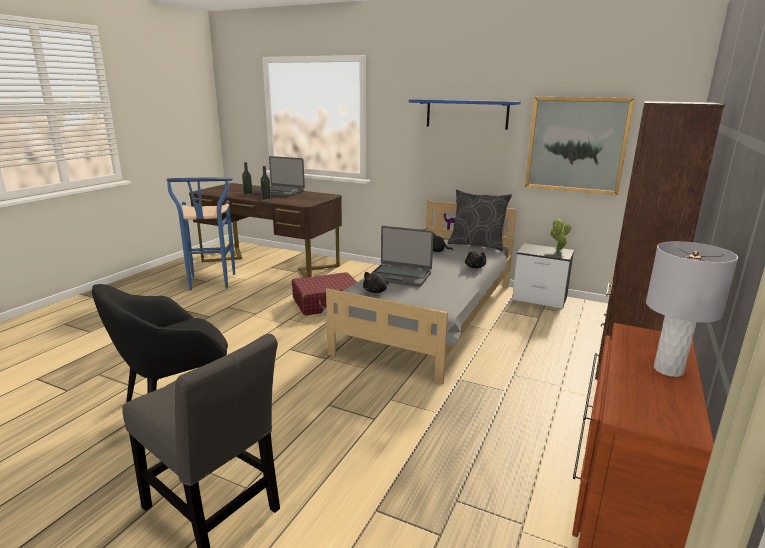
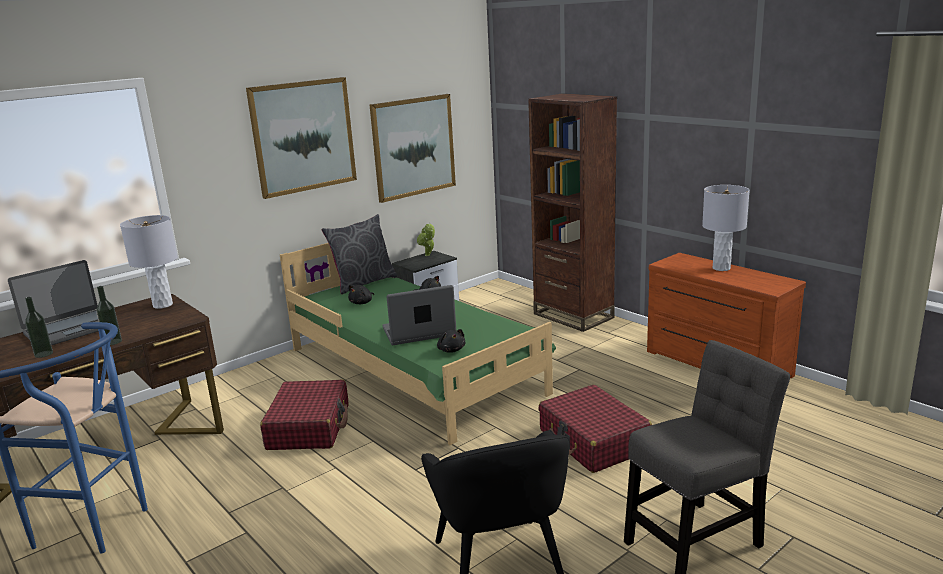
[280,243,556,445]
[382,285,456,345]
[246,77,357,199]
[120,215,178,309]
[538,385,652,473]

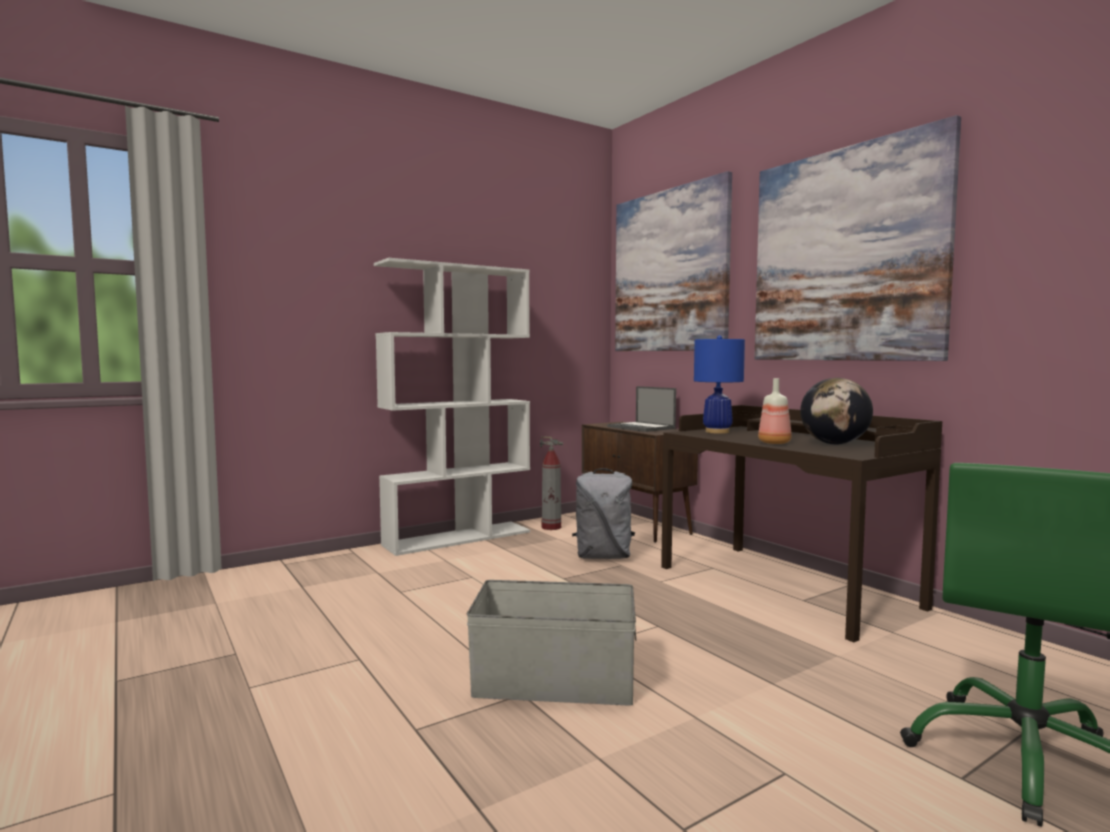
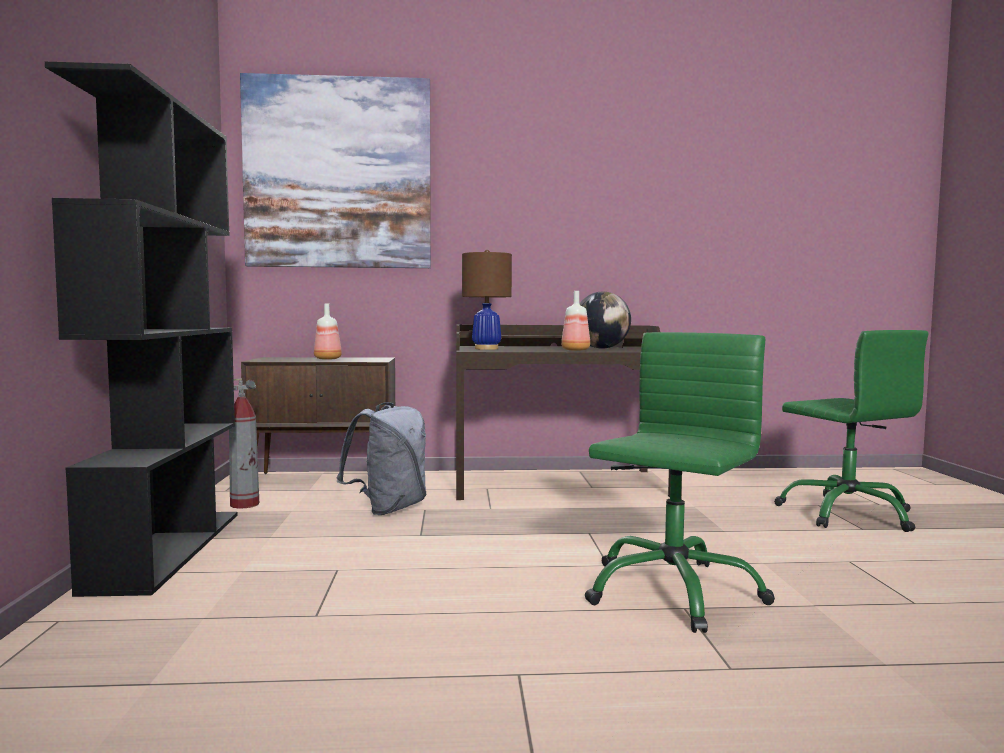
[45,62,237,597]
[585,332,775,633]
[314,304,342,360]
[462,250,512,350]
[754,115,961,361] (first image)

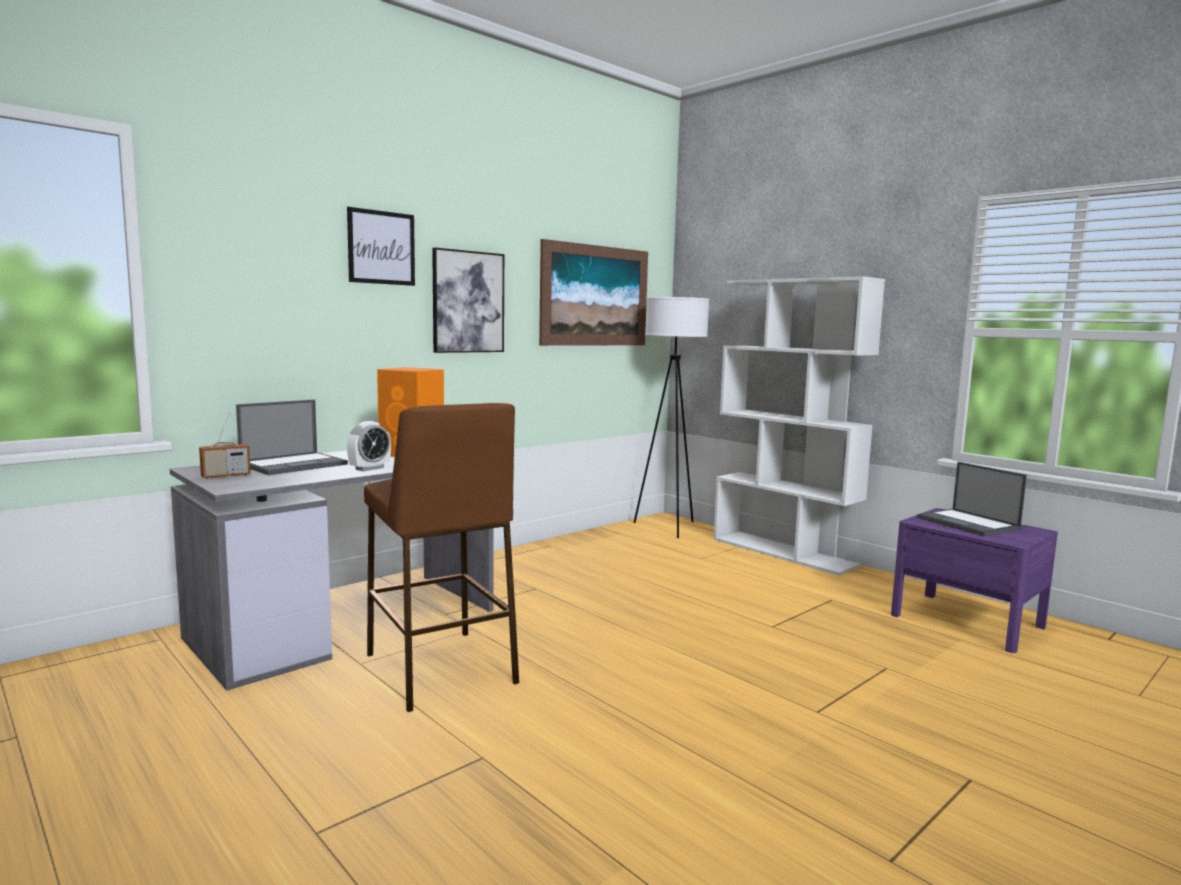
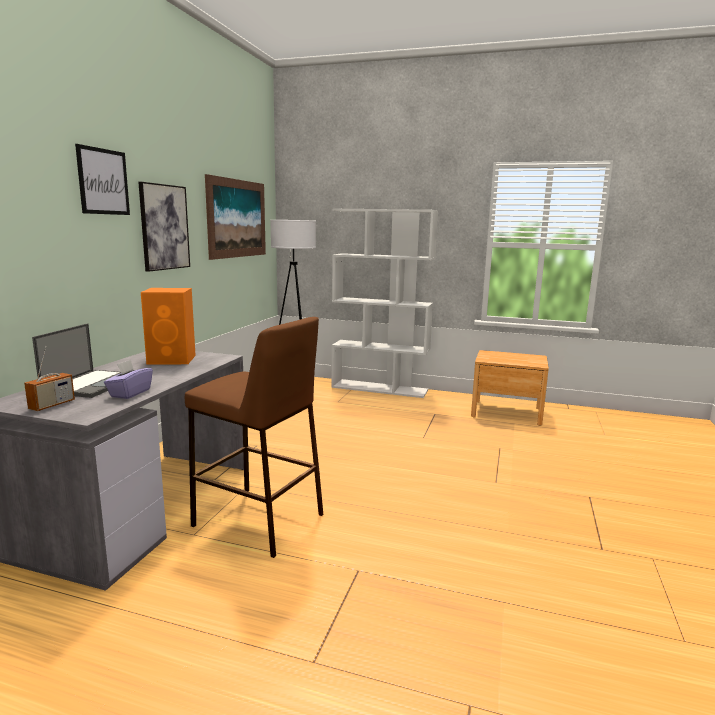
[347,421,391,471] (first image)
[471,350,549,425]
[917,462,1027,536] (first image)
[104,359,153,399]

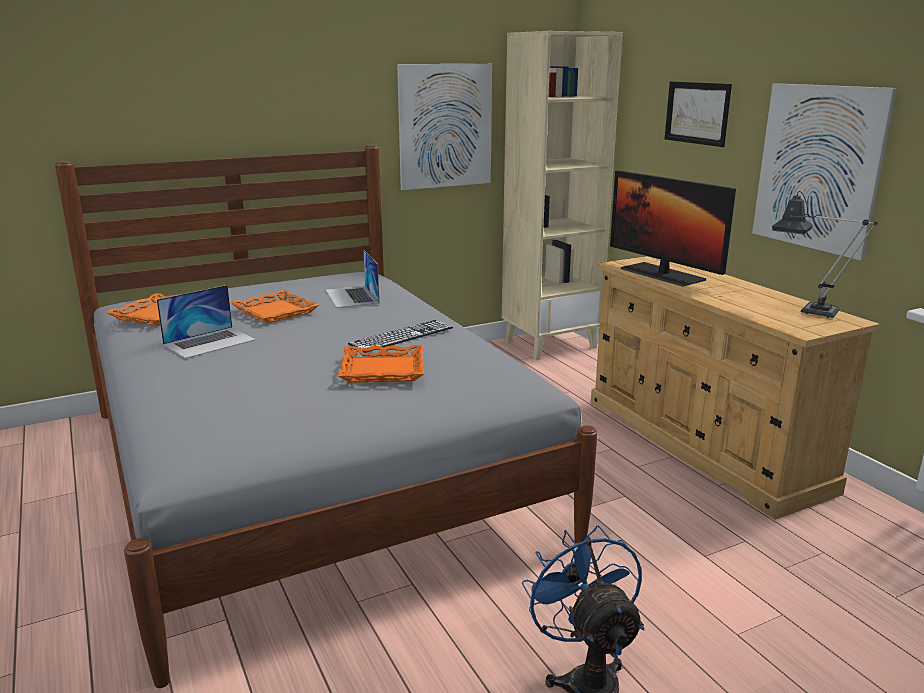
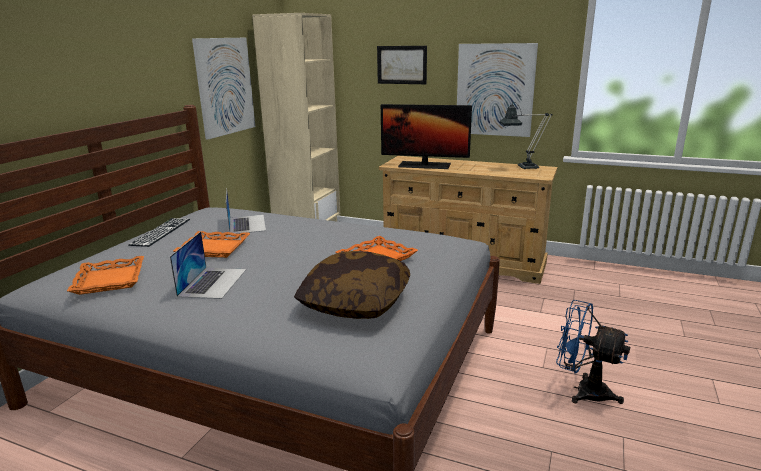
[226,189,266,234]
[128,218,190,247]
[294,251,410,319]

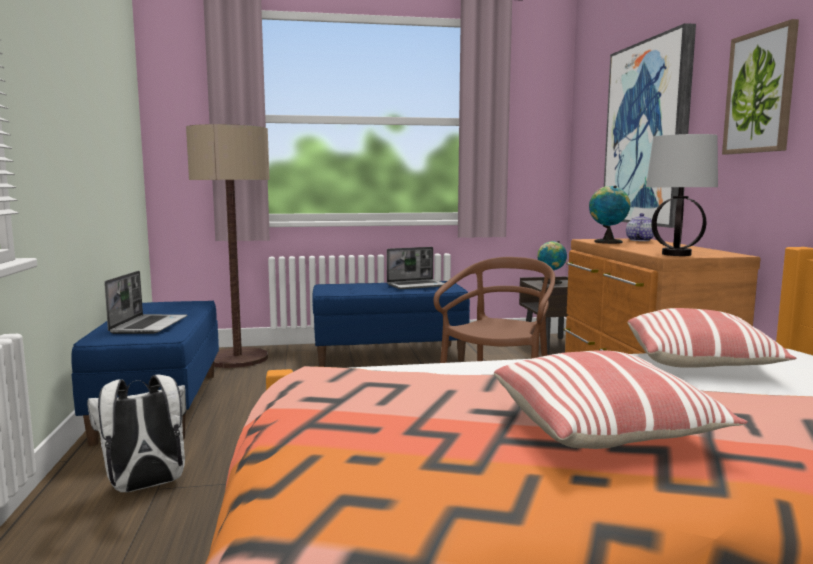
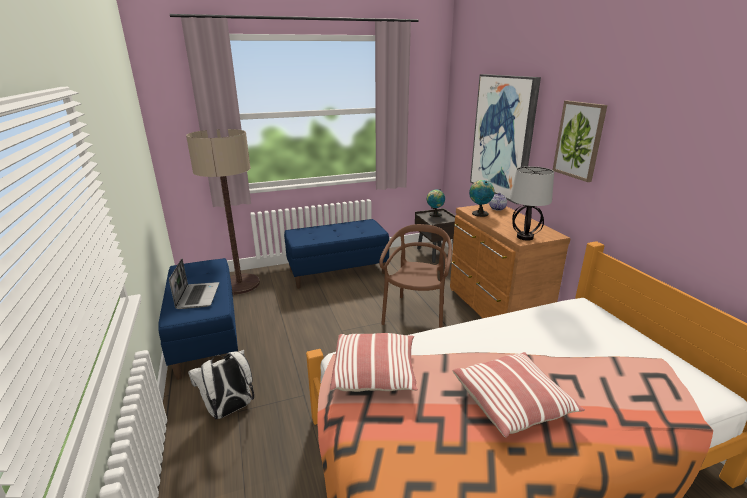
[387,247,445,289] (first image)
[330,333,418,392]

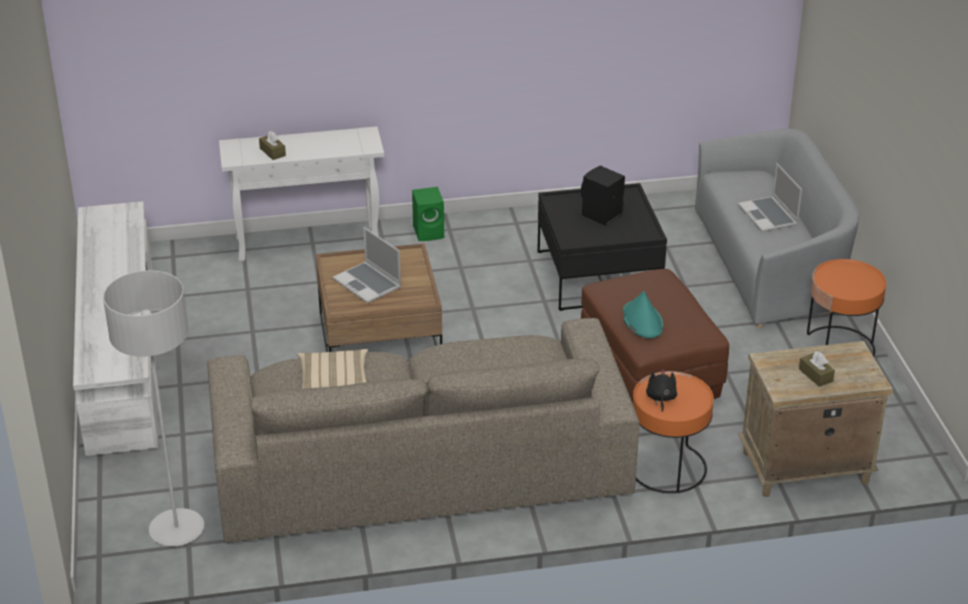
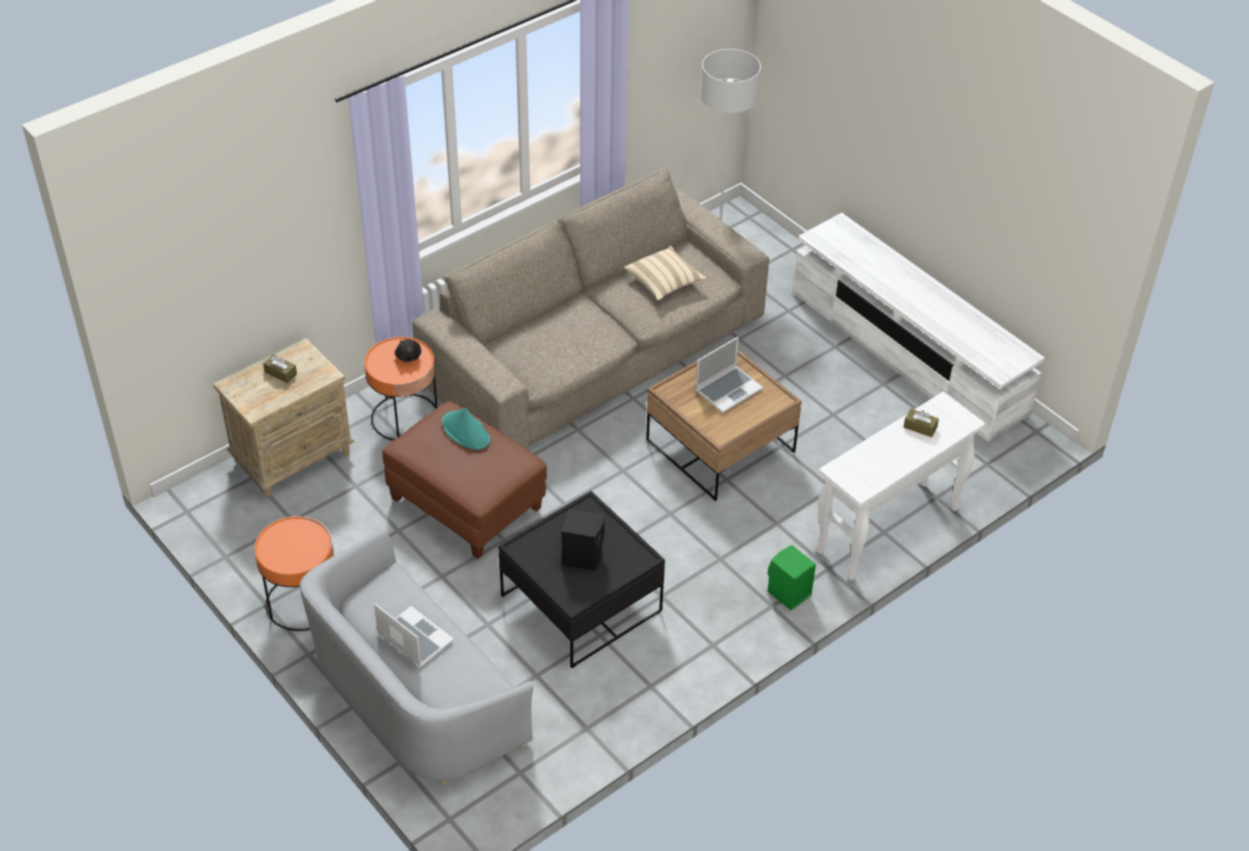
[695,337,763,413]

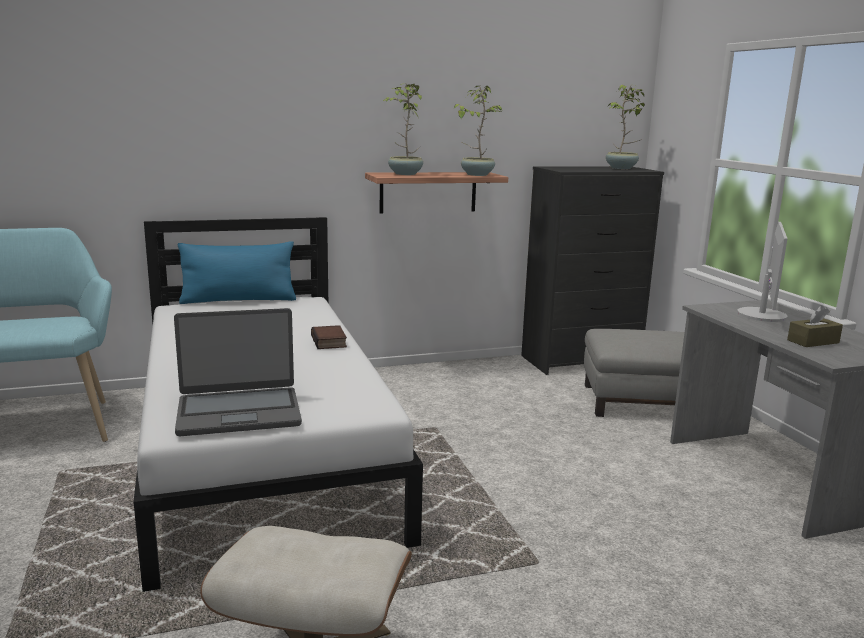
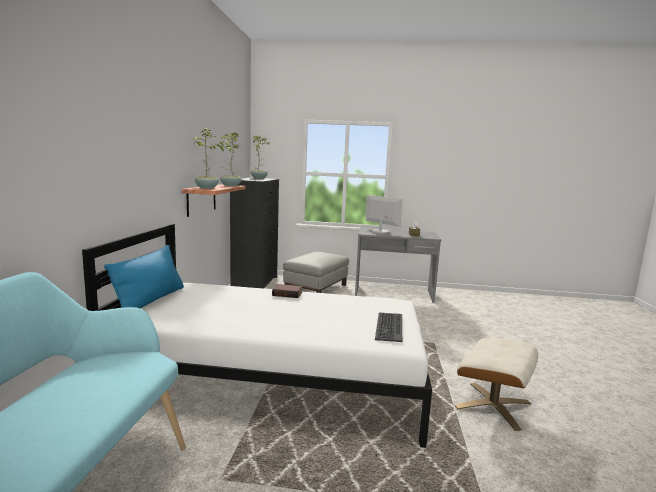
[375,313,402,342]

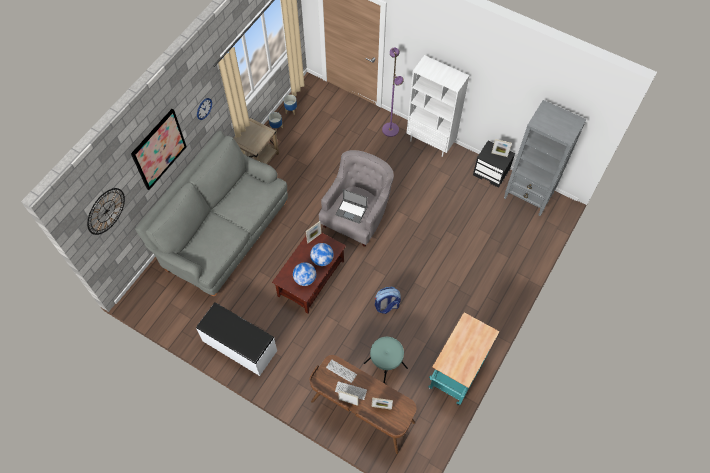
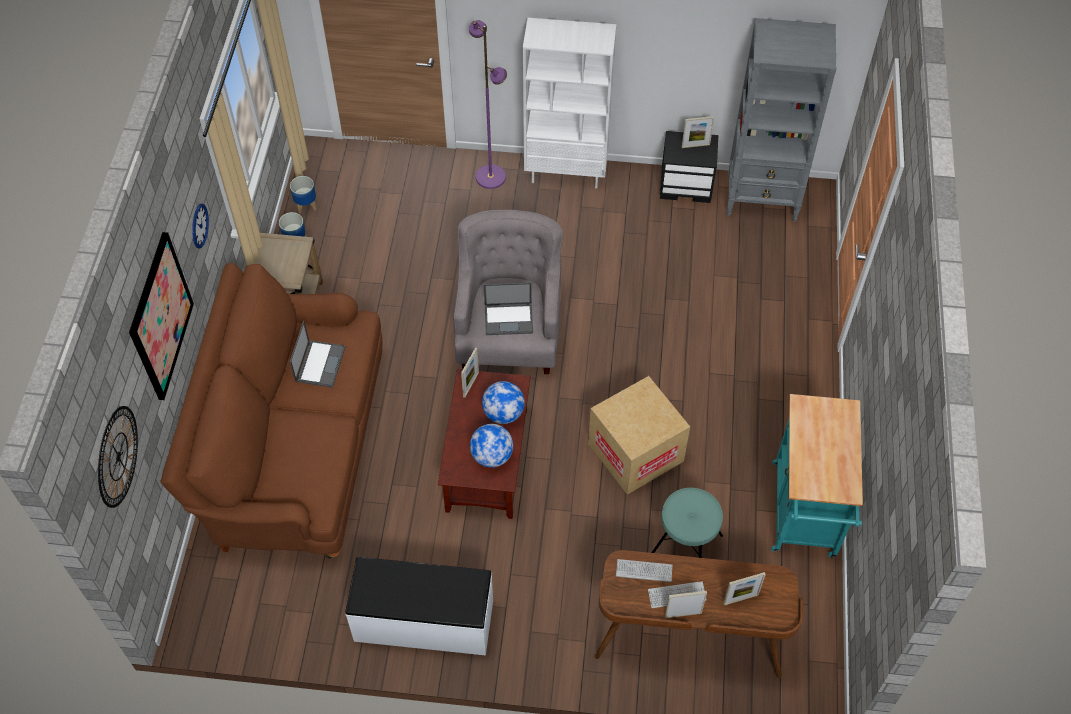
[160,263,382,559]
[588,376,690,495]
[290,321,345,388]

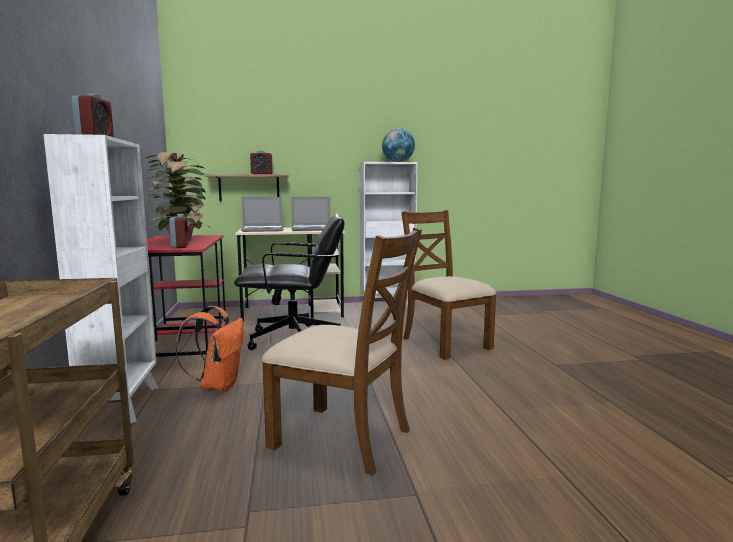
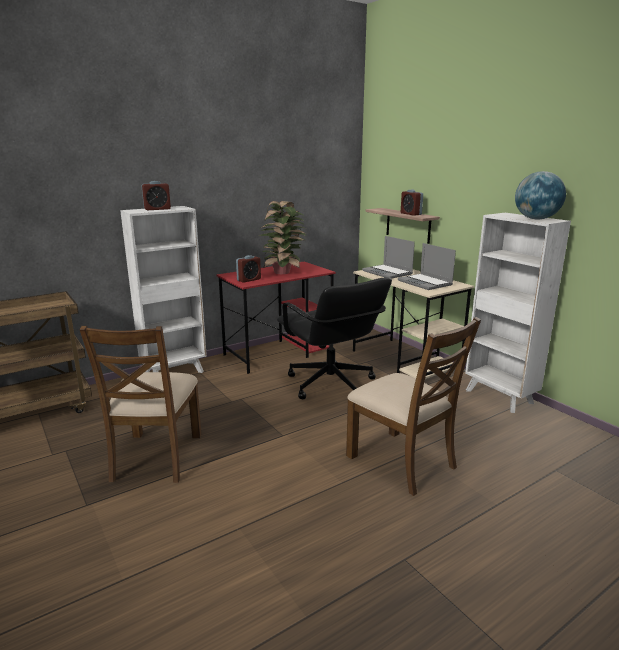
[176,306,243,392] (first image)
[346,317,481,496]

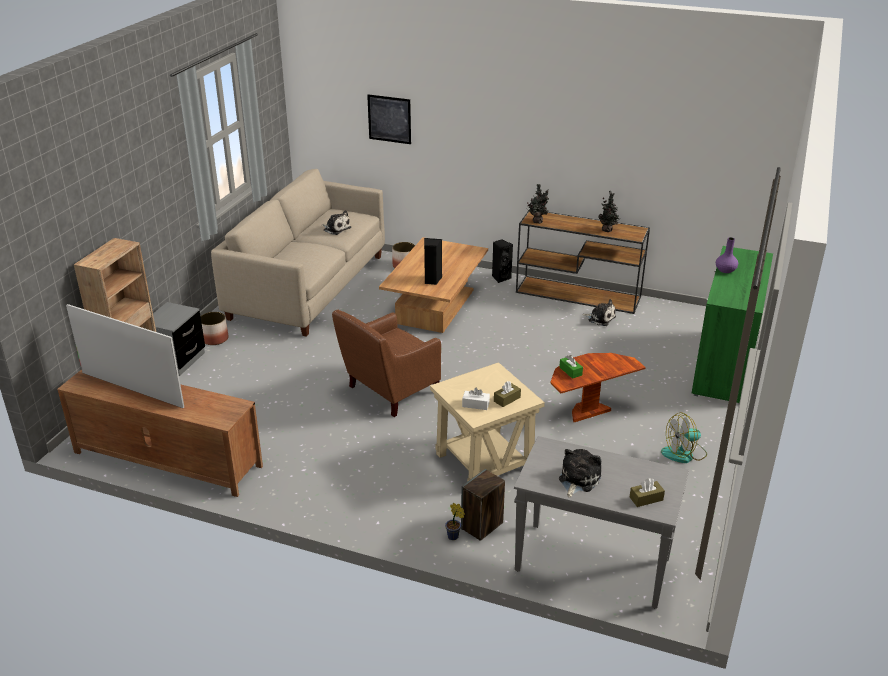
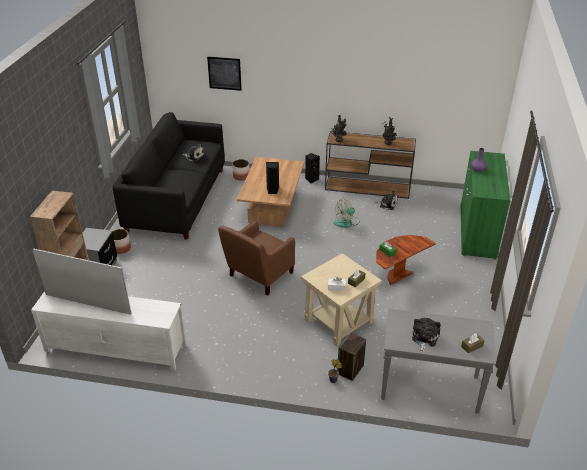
[31,291,187,371]
[113,112,225,240]
[334,199,360,228]

